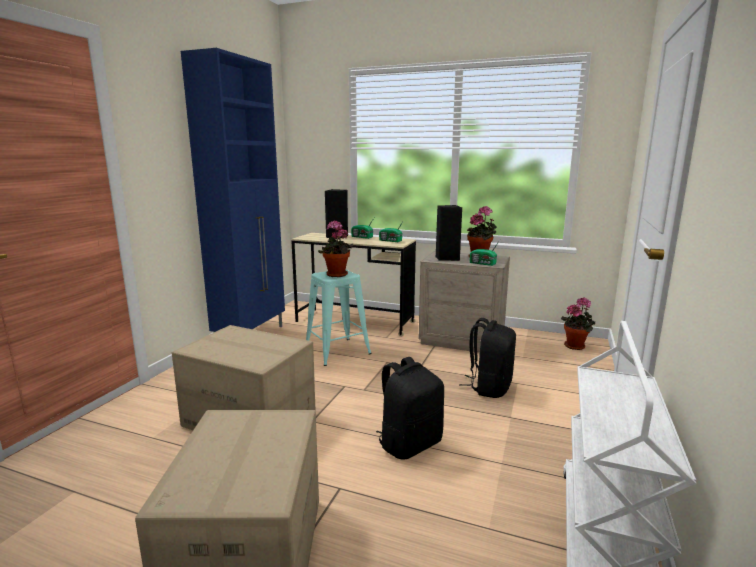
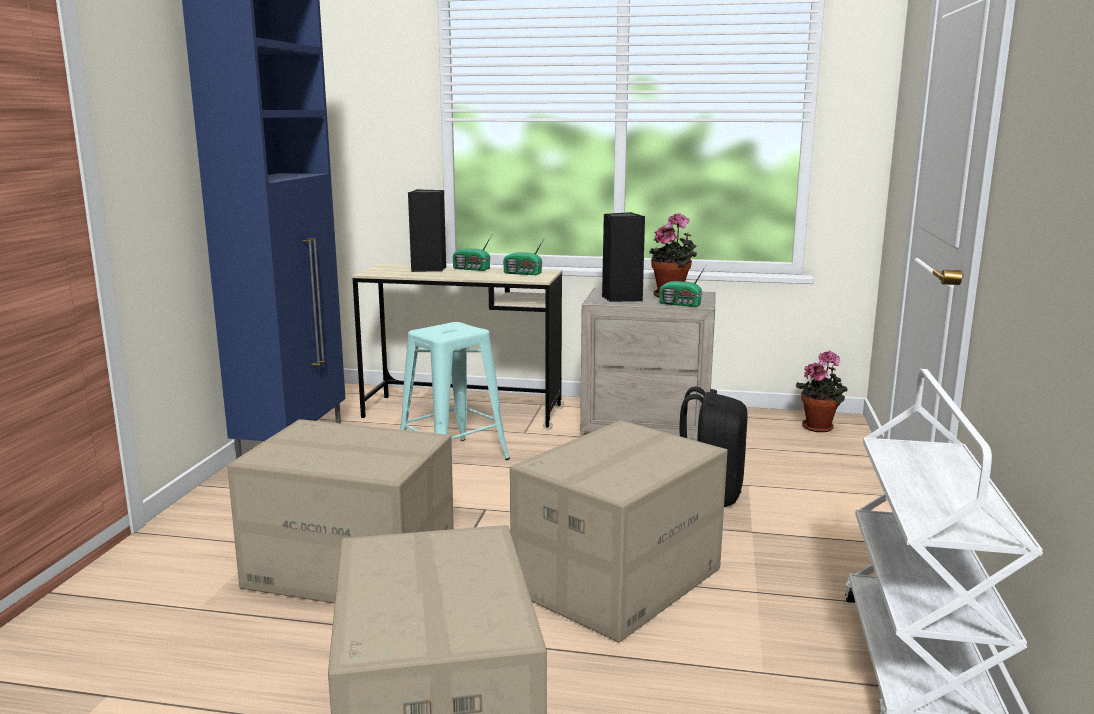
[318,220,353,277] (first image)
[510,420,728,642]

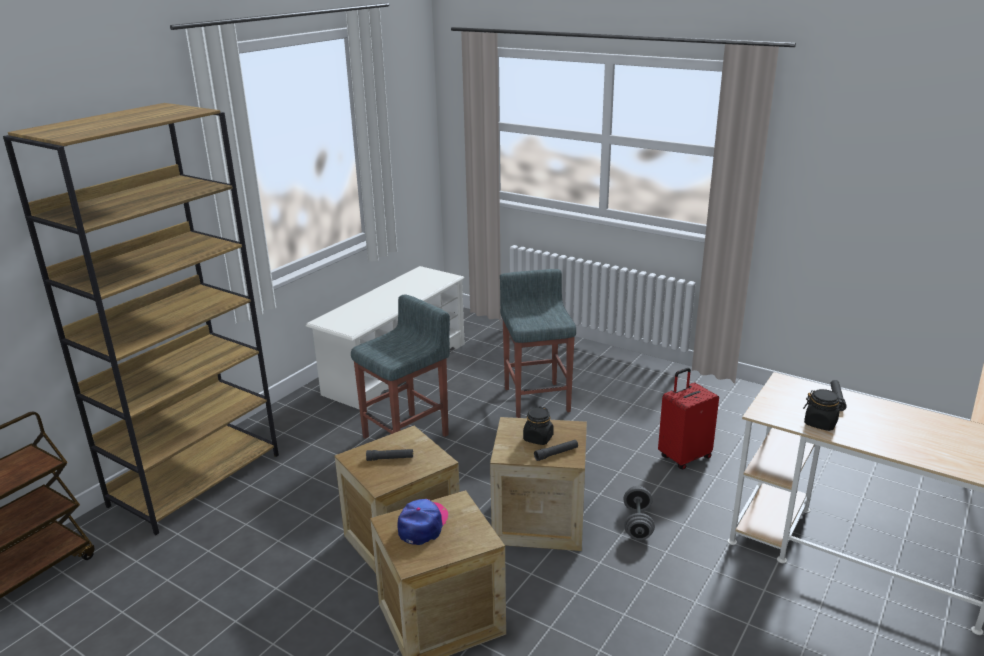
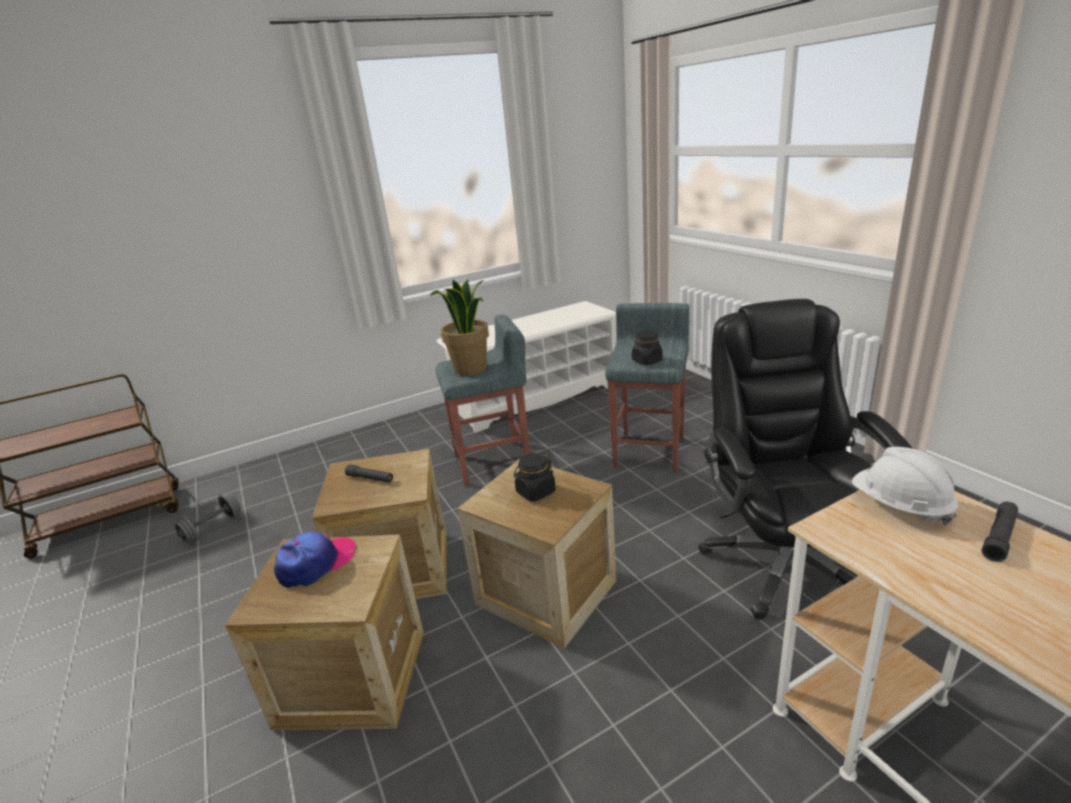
[3,103,279,535] (first image)
[534,440,578,461] (first image)
[174,494,241,543]
[698,299,913,620]
[632,331,663,365]
[429,279,489,376]
[852,447,958,526]

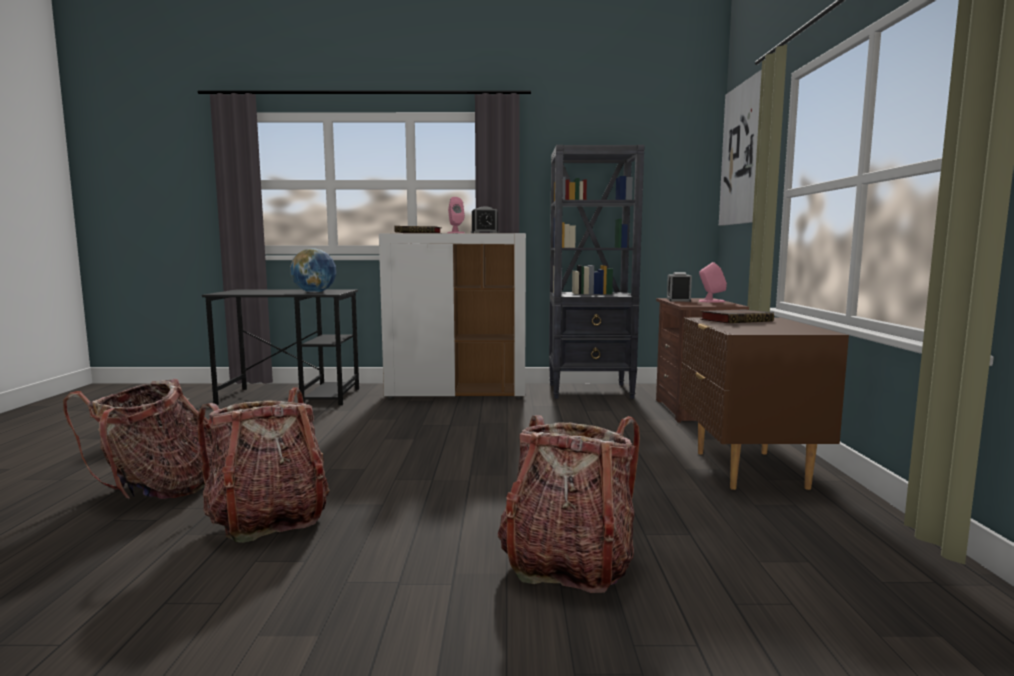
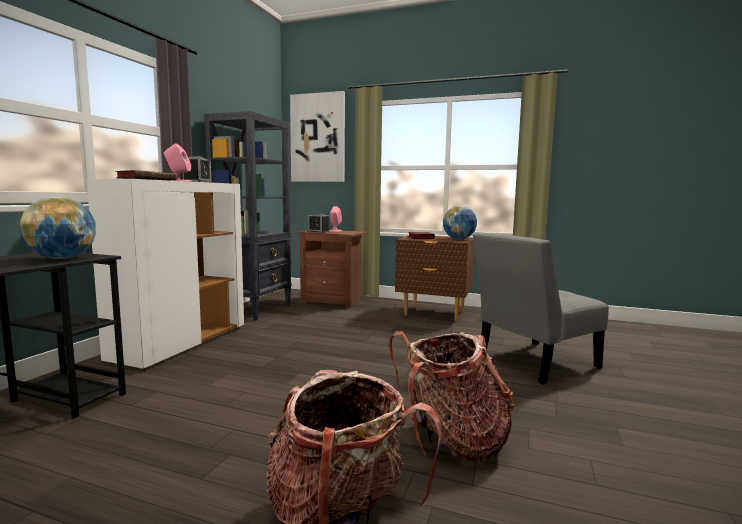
[473,232,609,384]
[443,205,477,239]

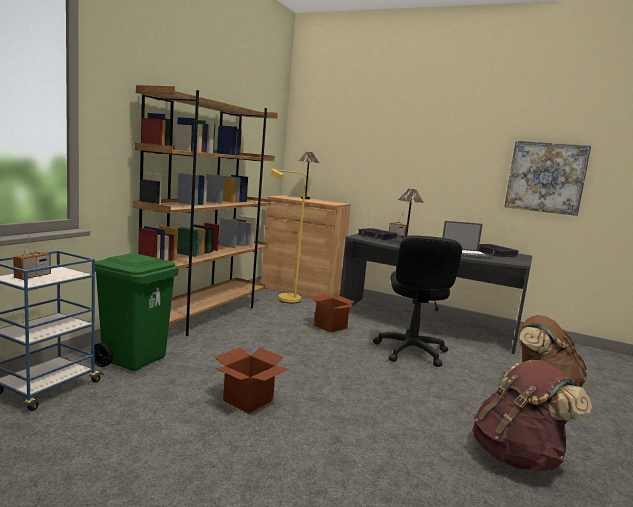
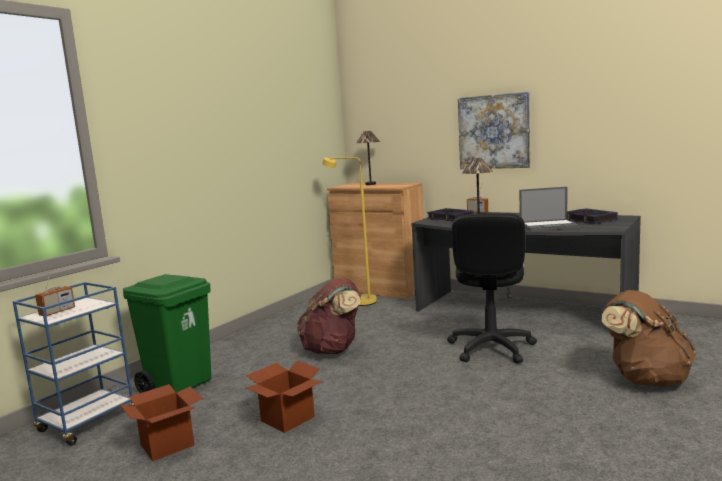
[134,85,278,336] (first image)
[120,384,204,461]
[297,278,361,354]
[458,92,530,169]

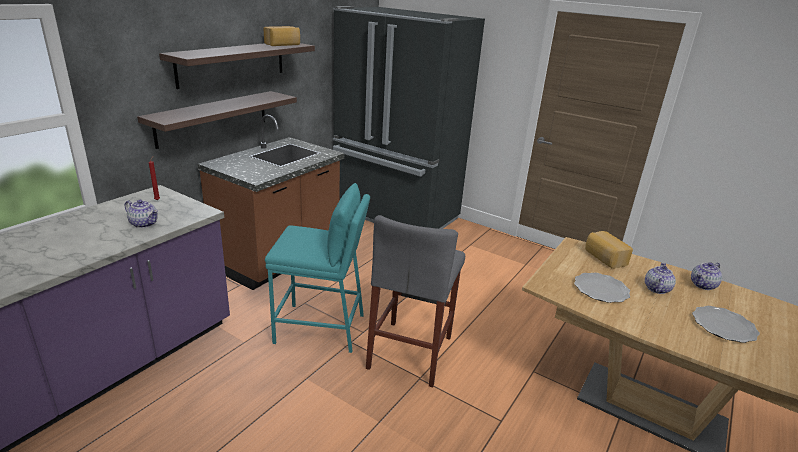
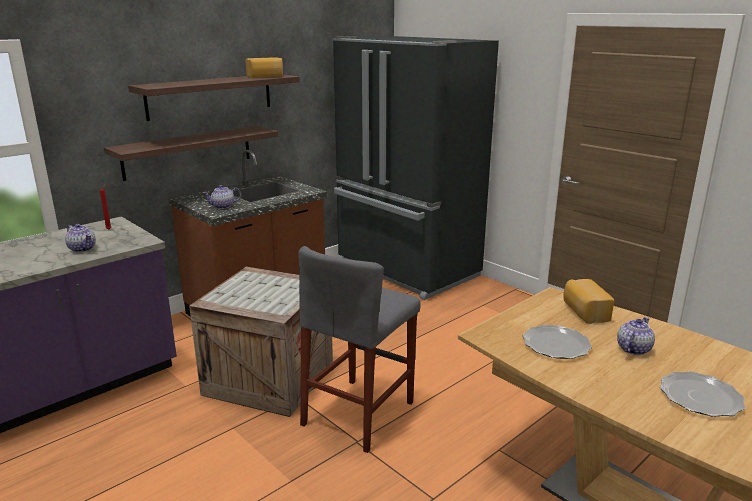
[189,267,333,417]
[203,185,241,209]

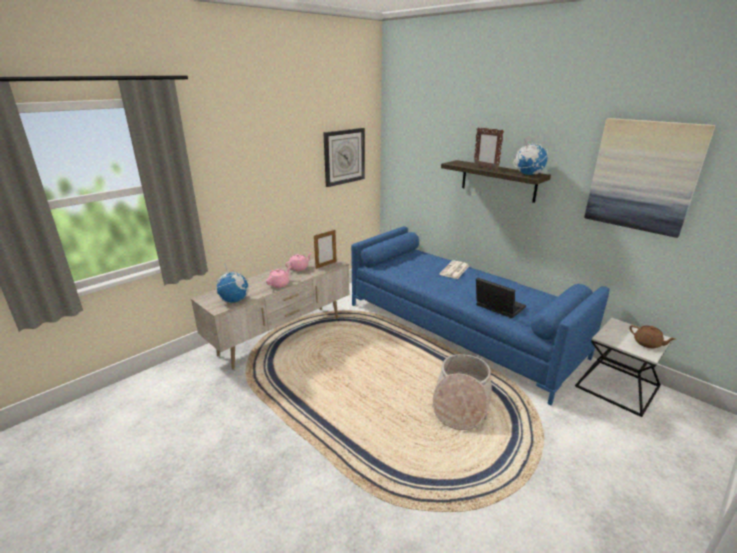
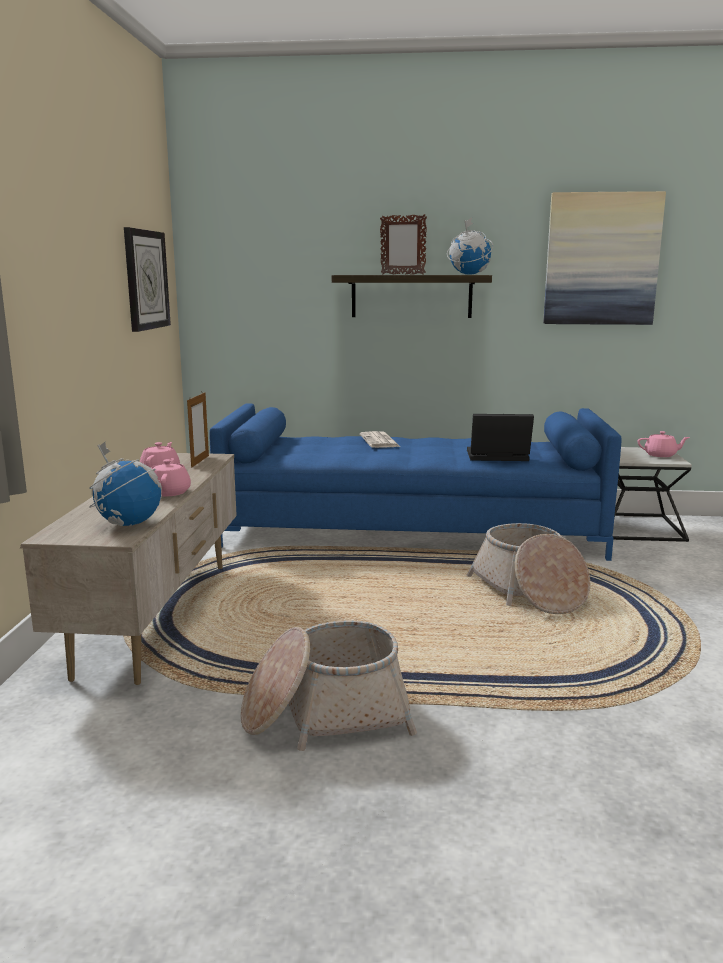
[638,431,690,457]
[241,621,417,751]

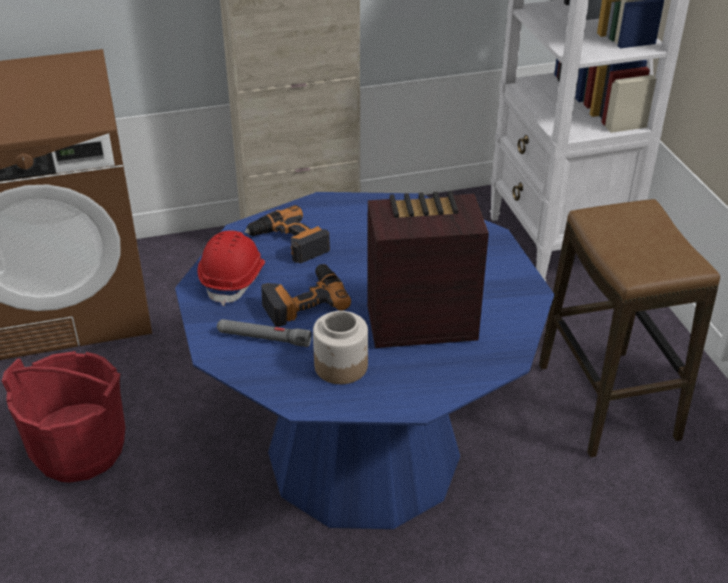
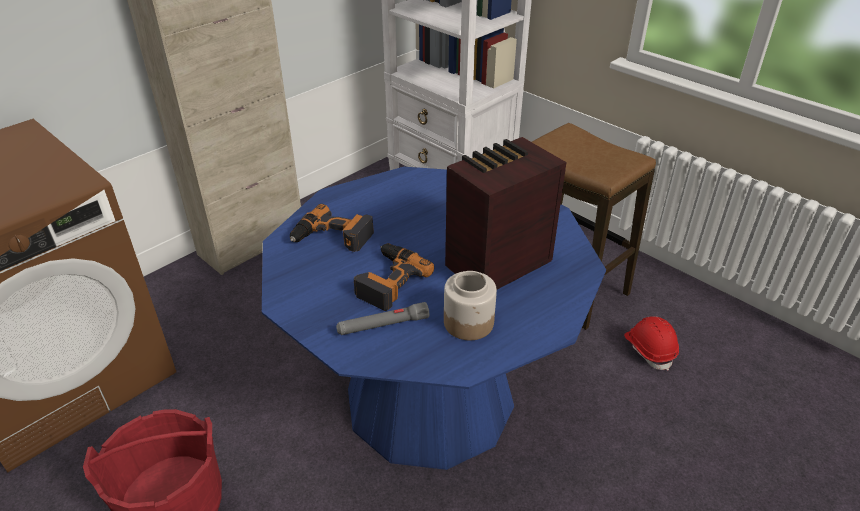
[624,316,679,371]

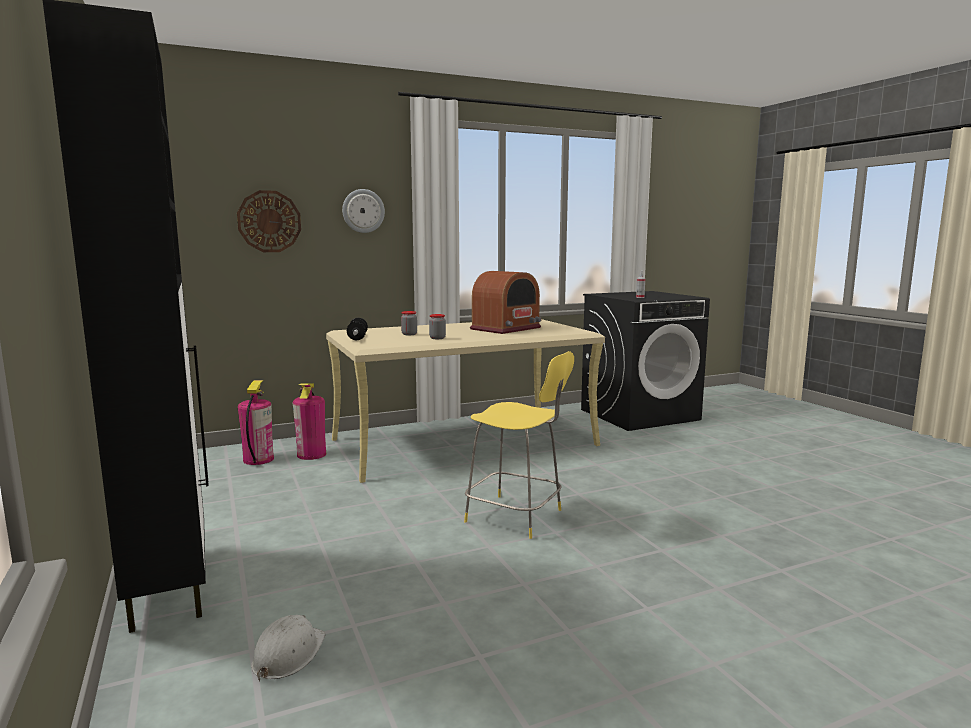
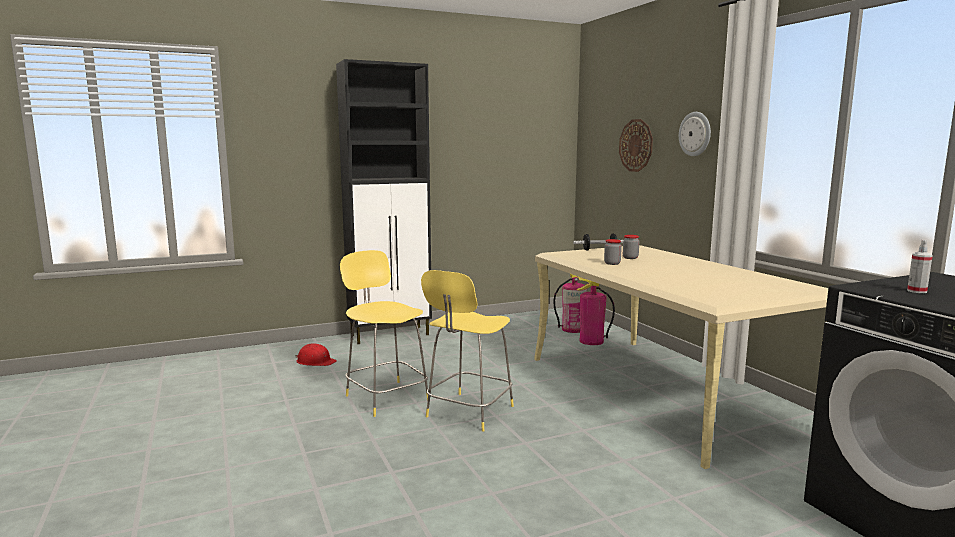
[295,343,337,366]
[470,271,541,334] (first image)
[340,250,428,417]

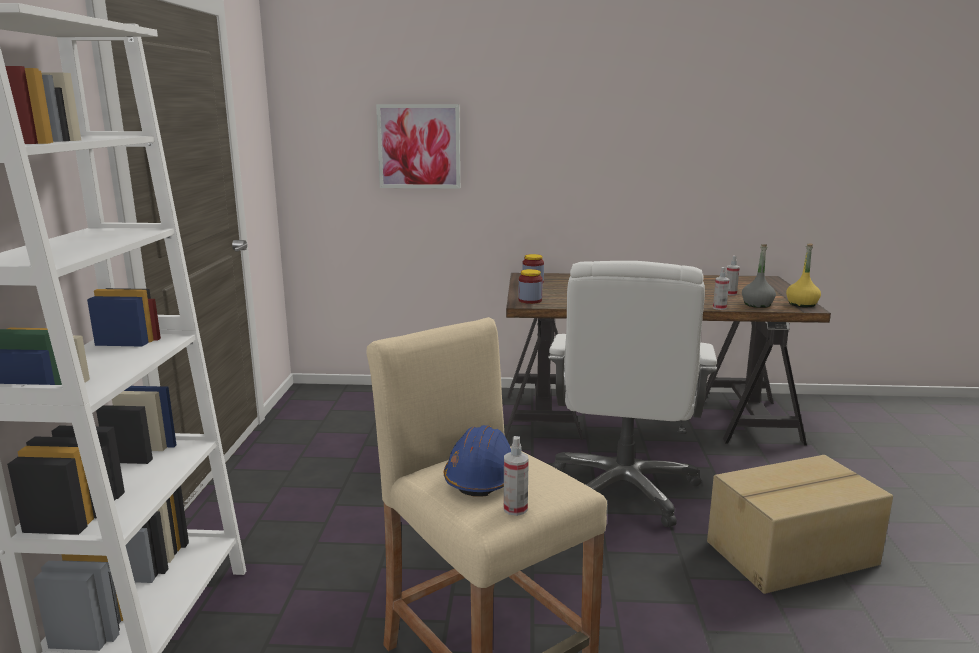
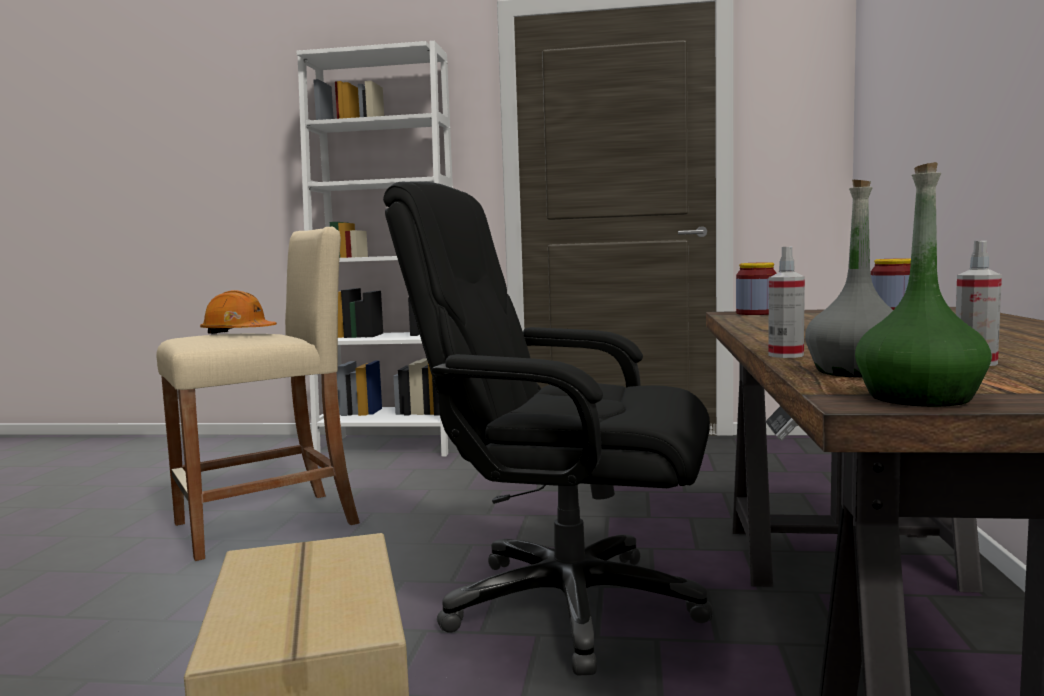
[376,104,460,189] (first image)
[200,290,277,334]
[504,436,529,516] (first image)
[383,182,713,676]
[855,162,991,407]

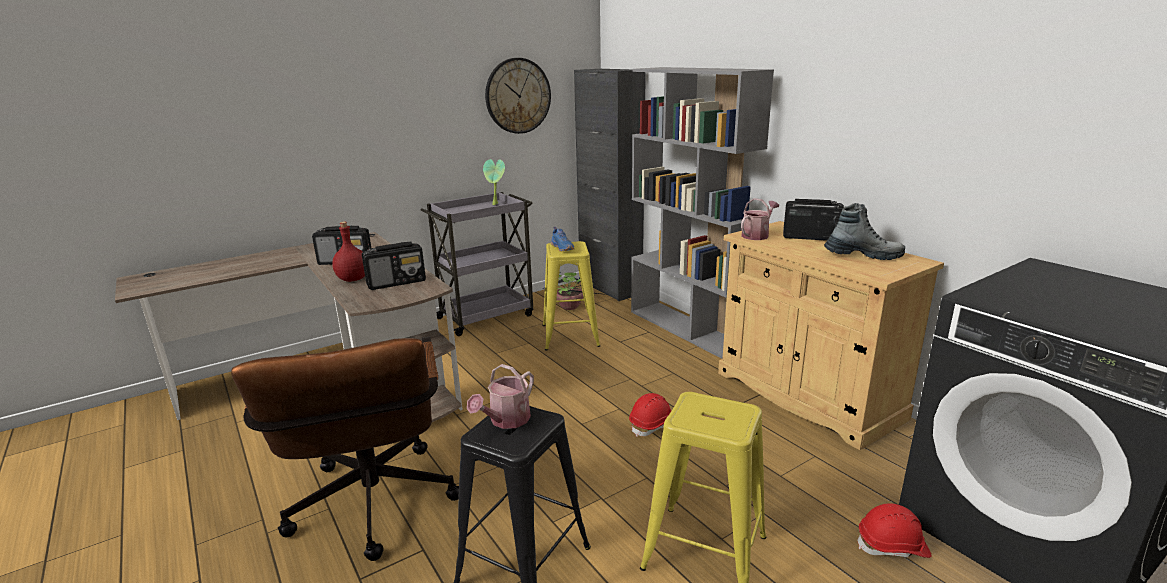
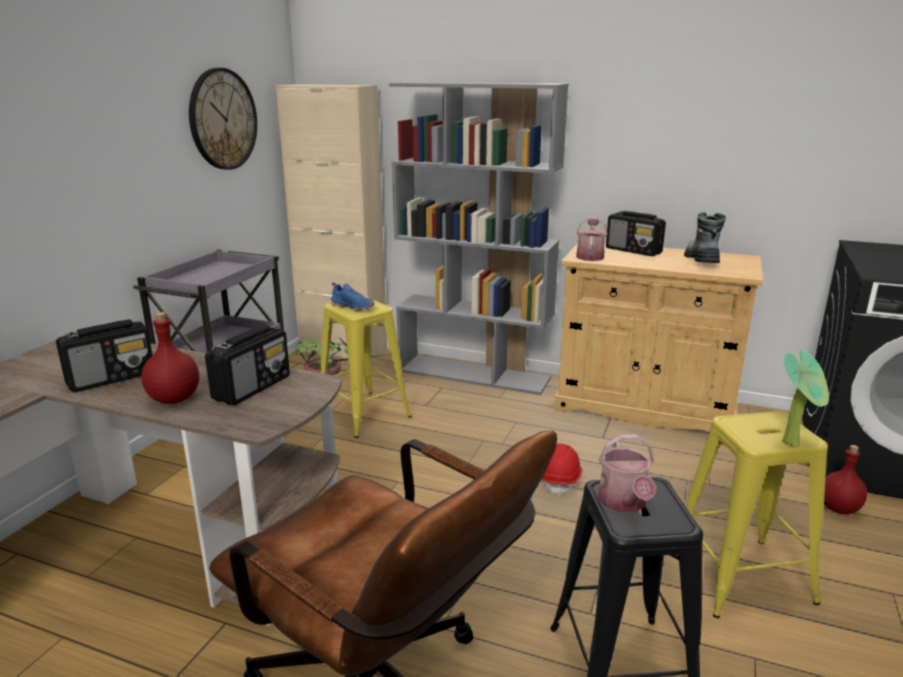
[782,350,829,448]
[276,84,387,363]
[606,211,666,256]
[684,212,726,263]
[824,445,867,514]

